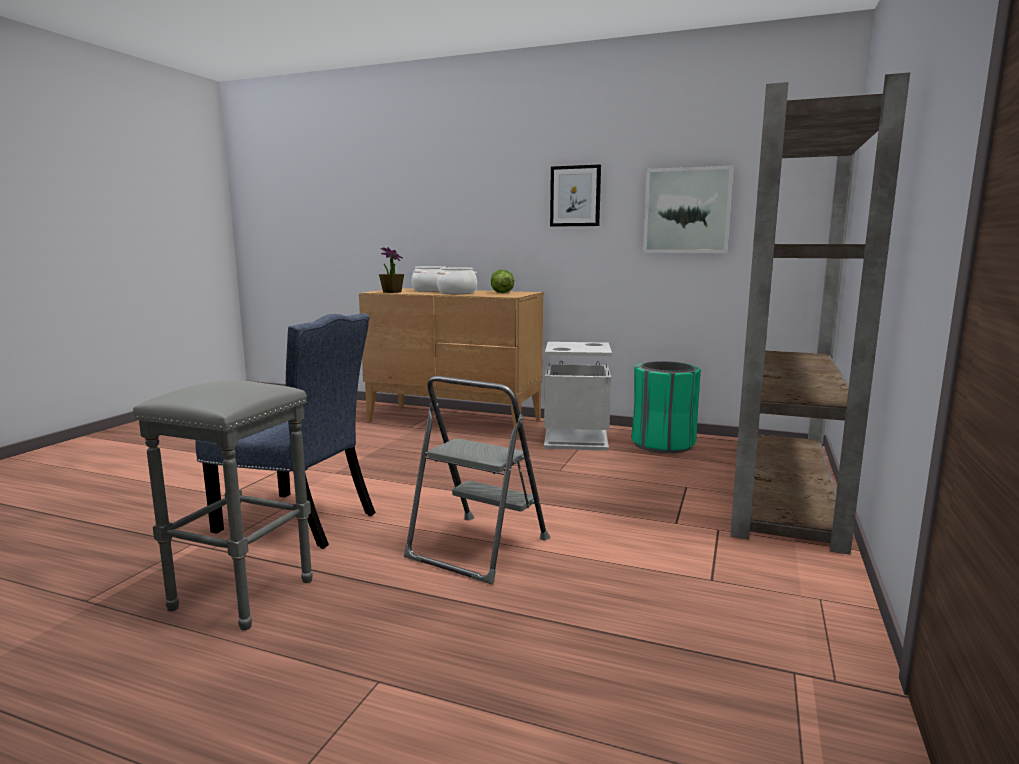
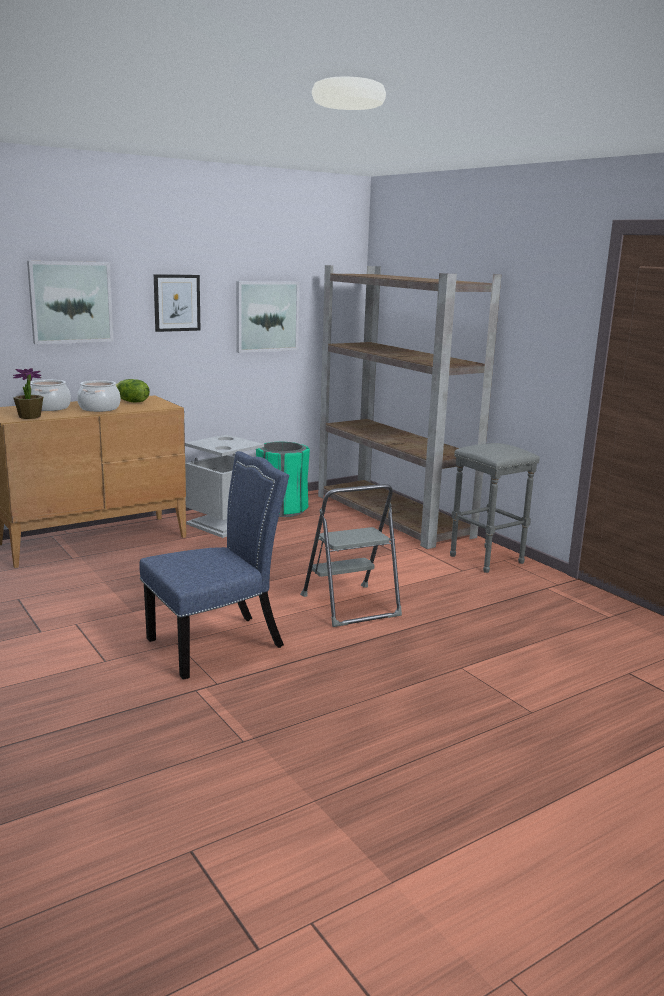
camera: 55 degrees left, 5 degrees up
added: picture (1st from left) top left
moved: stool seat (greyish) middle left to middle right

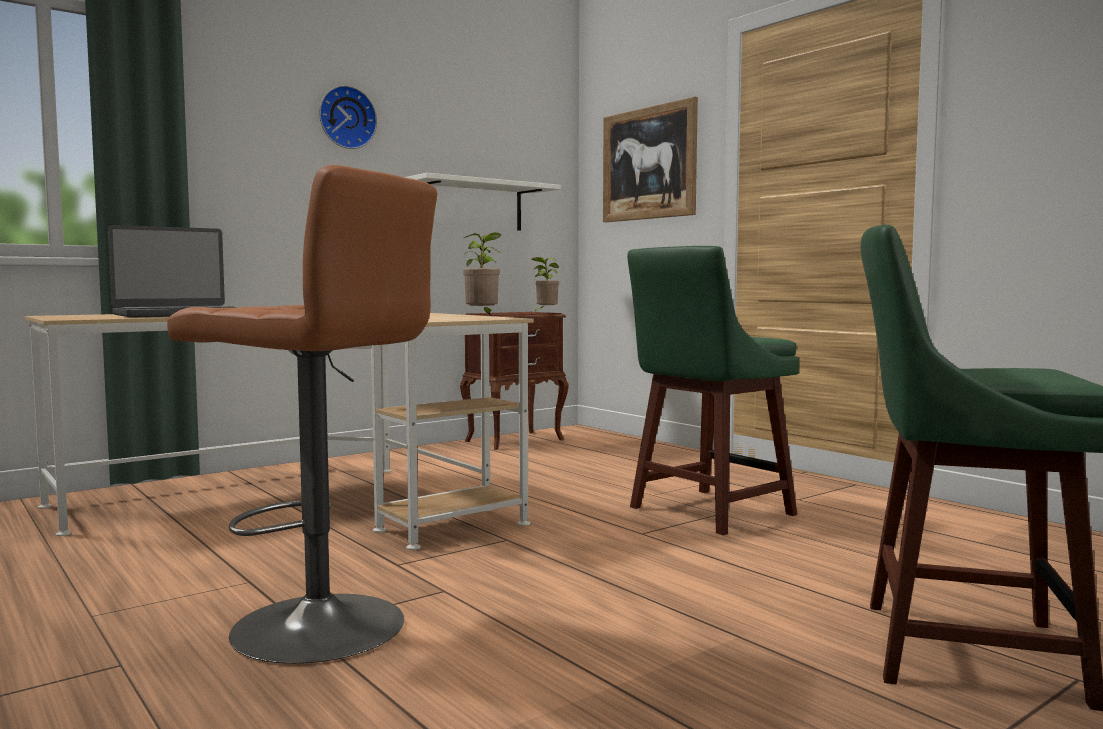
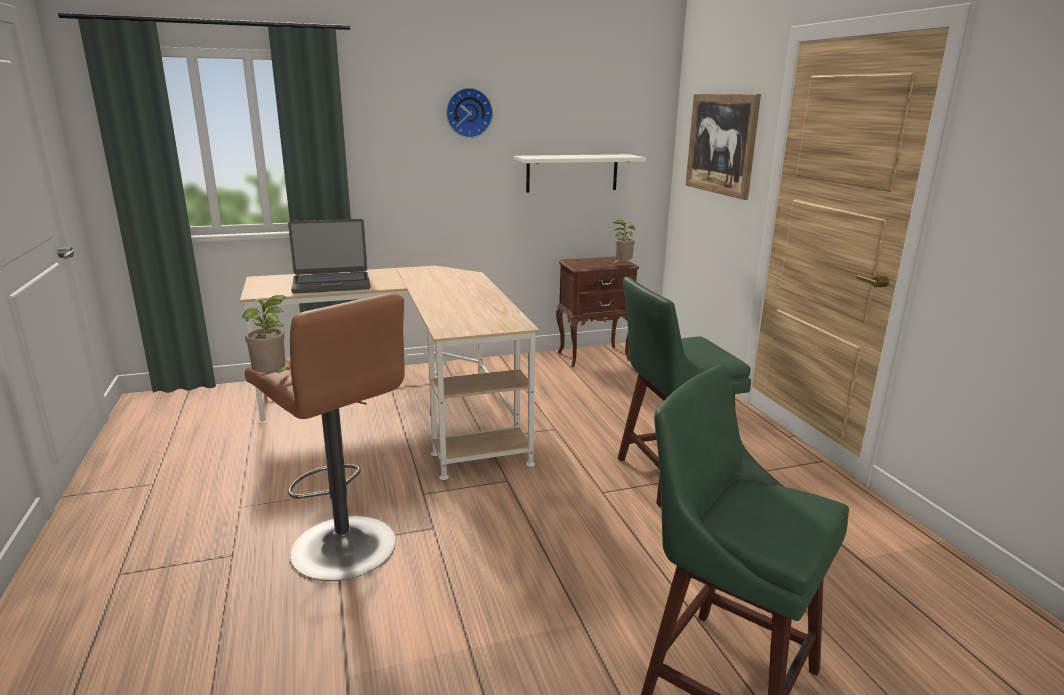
camera: 20 degrees right, 15 degrees up
moved: potted plant (1st from left) centre to middle left

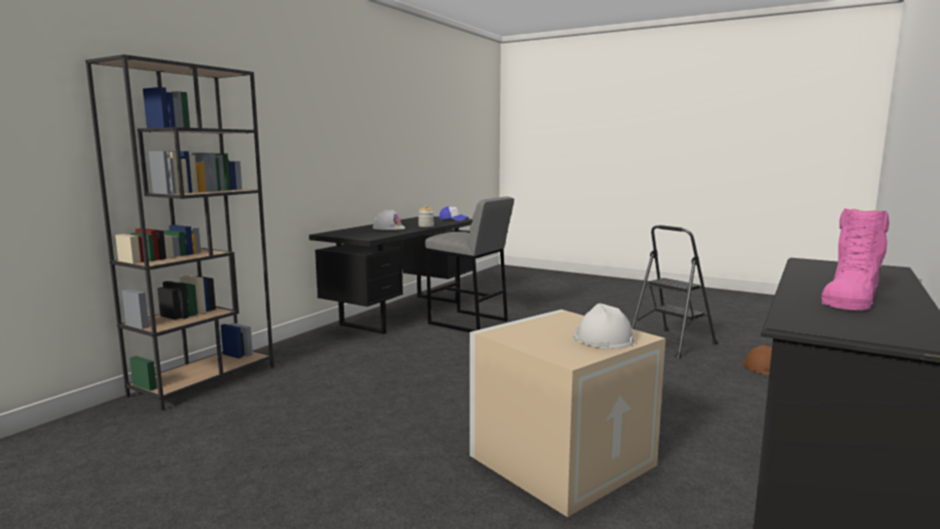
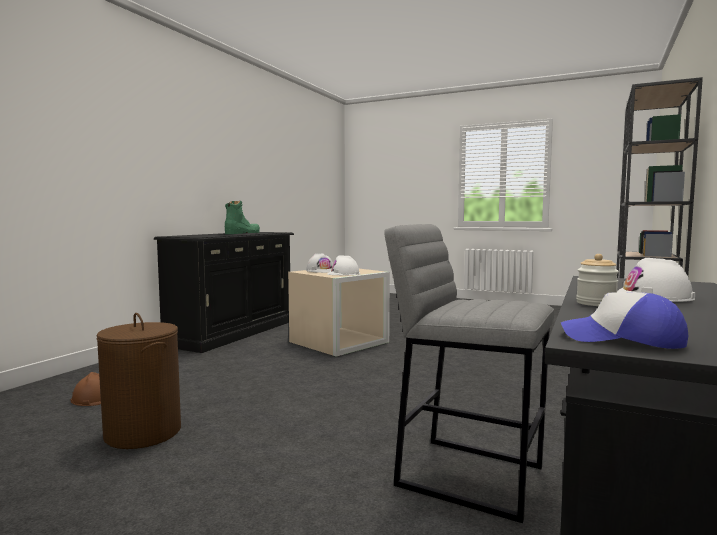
camera: 175 degrees right, 5 degrees down
added: safety helmet (white-coloured) (2nd from left) centre
replaced: step stool (black-coloured) middle right to laundry basket (brown) bottom left
recoloured: boot (pinkish) middle right to boot (green) centre

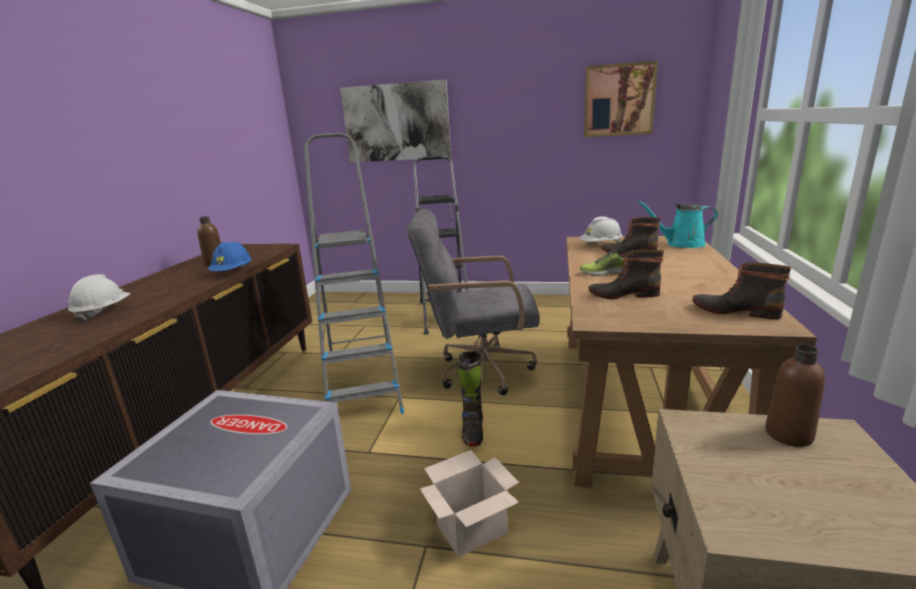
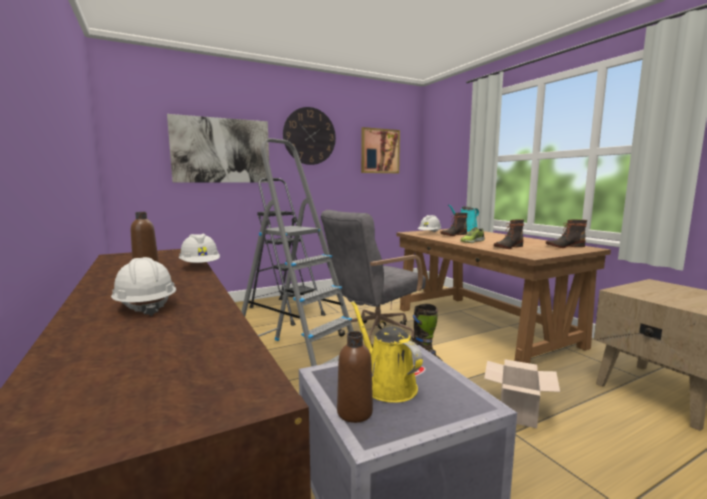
camera: 40 degrees left, 10 degrees down
added: hanging clock top centre; watering can (yellow-coloured) bottom centre
moved: beverage bottle (brown) (2nd from left) bottom right to bottom centre
recoloured: safety helmet (blue) middle left to safety helmet (white-coloured) (2nd from left) middle left

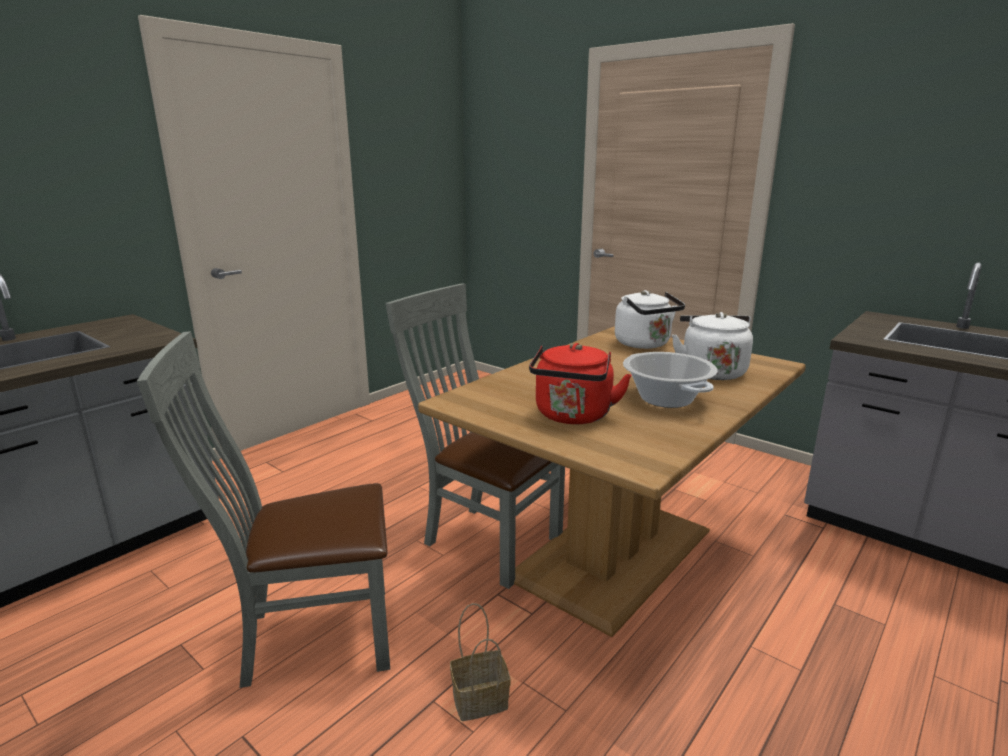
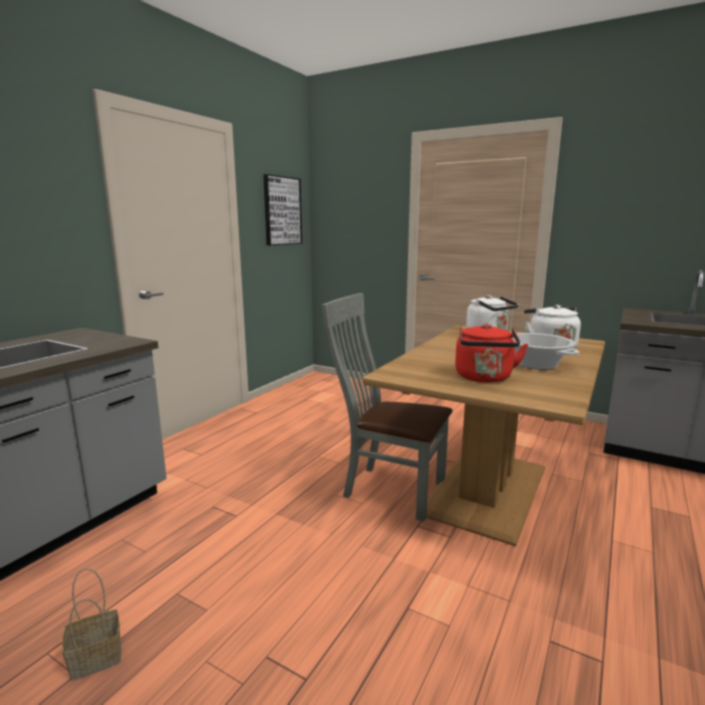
camera: 10 degrees left, 5 degrees down
removed: chair (greyish) (1st from left) bottom left
added: picture top centre
moved: basket bottom centre to bottom left

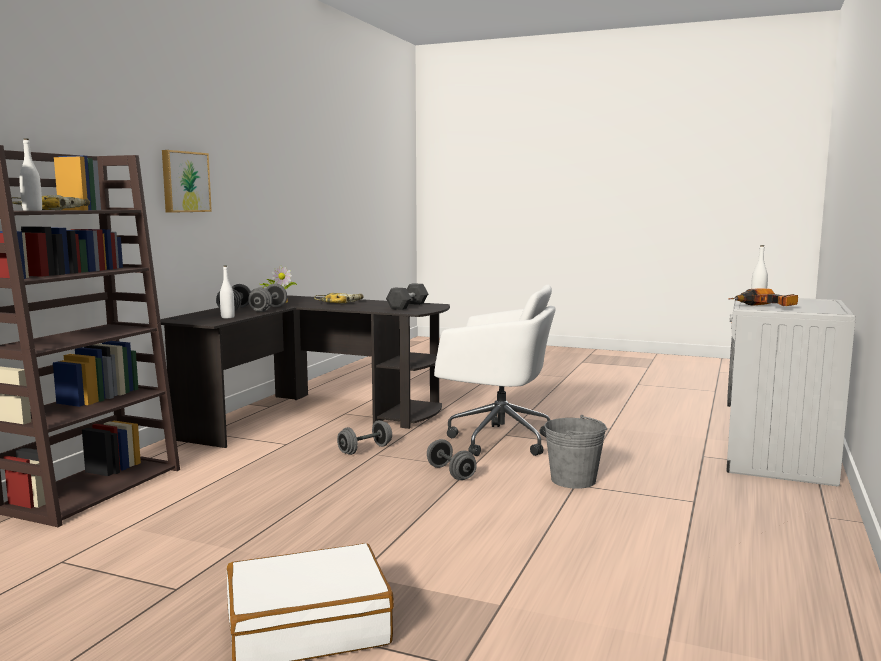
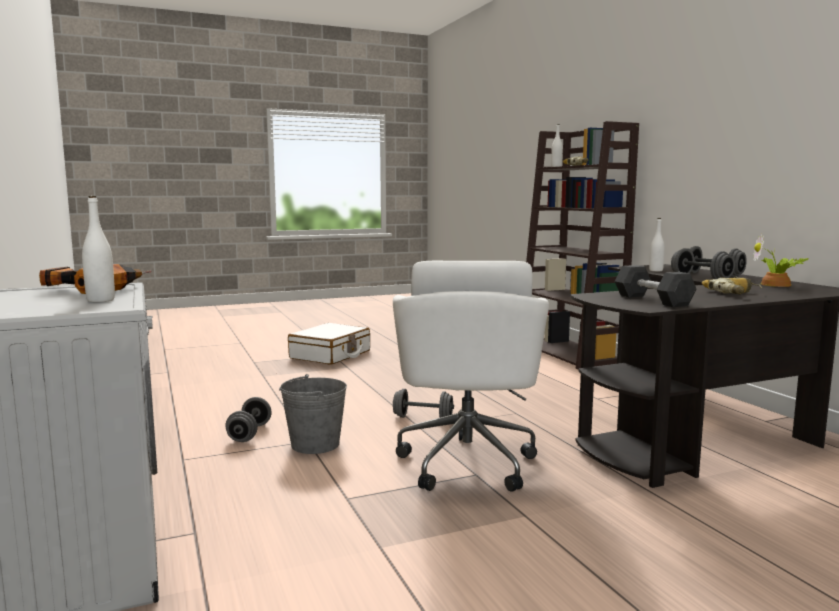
camera: 135 degrees right, 0 degrees up
removed: picture top left
moved: free weight (greyish) (3rd from left in the first image) centre to free weight (greyish) (1st from left) bottom left
turned: desk chair (white-coloured) centre = centre 60 degrees counterclockwise

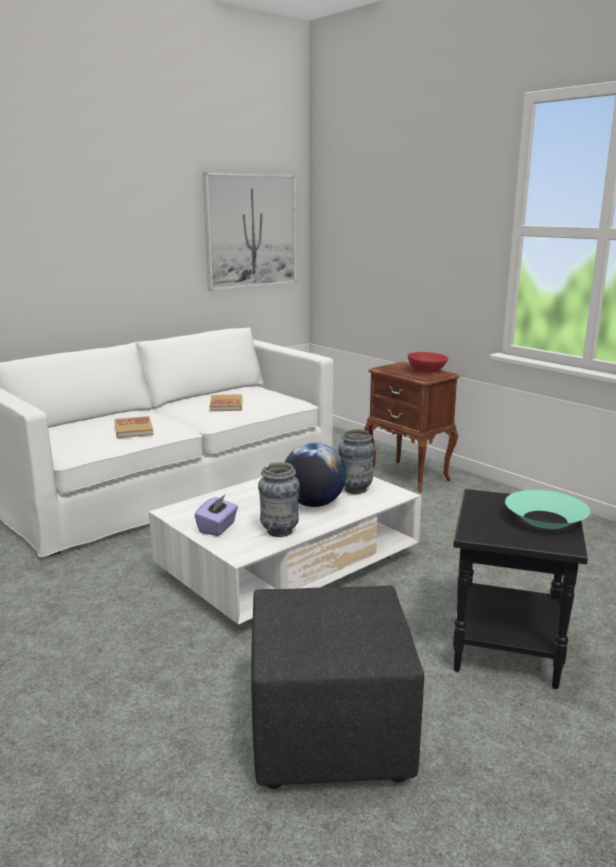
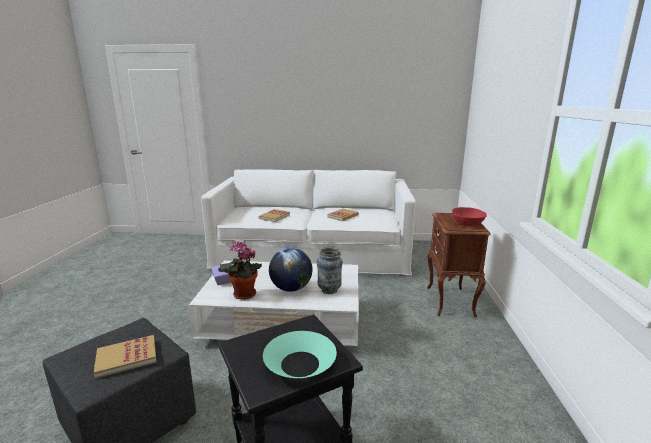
camera: 45 degrees right, 0 degrees up
removed: picture top centre
added: volume (1st from left) bottom left
replaced: decorative vase (1st from left) centre to potted plant centre

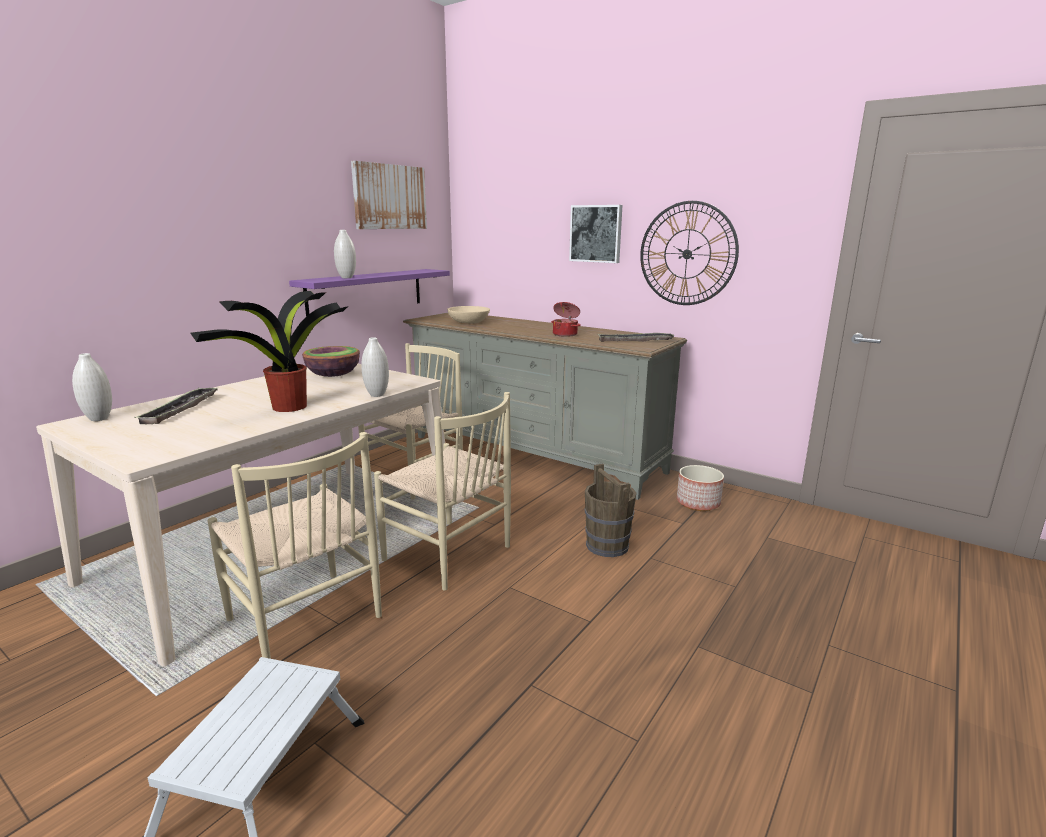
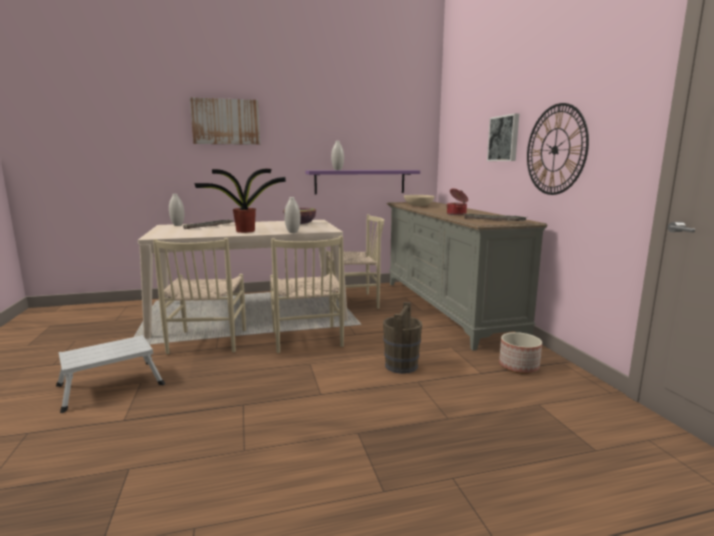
camera: 40 degrees right, 5 degrees down
moved: picture (1st from left) top centre to top left

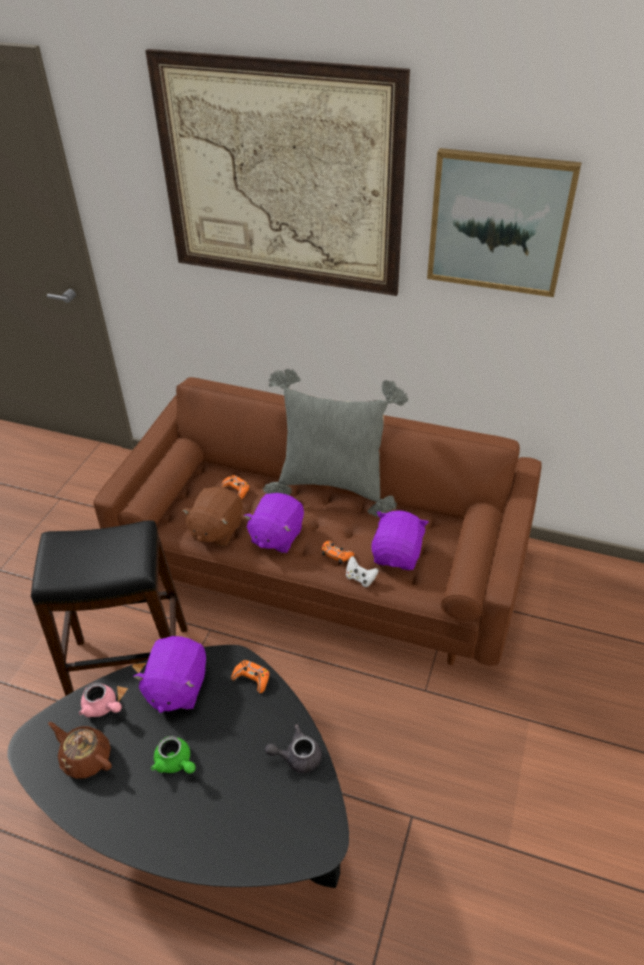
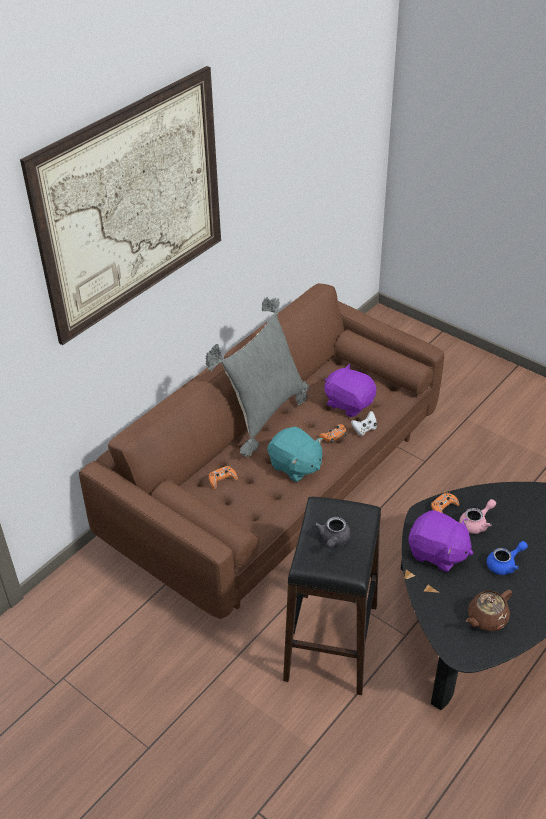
camera: 70 degrees left, 0 degrees up
removed: soft toy (brown) middle left; picture (2nd from left) top right
moved: pot for tea (greyish) bottom centre to centre; pot for tea (pinkish) bottom left to middle right
recoloured: soft toy (purple-coloured) (2nd from left) centre to soft toy (turquoise) centre; pot for tea (green) bottom left to pot for tea (blue) bottom right

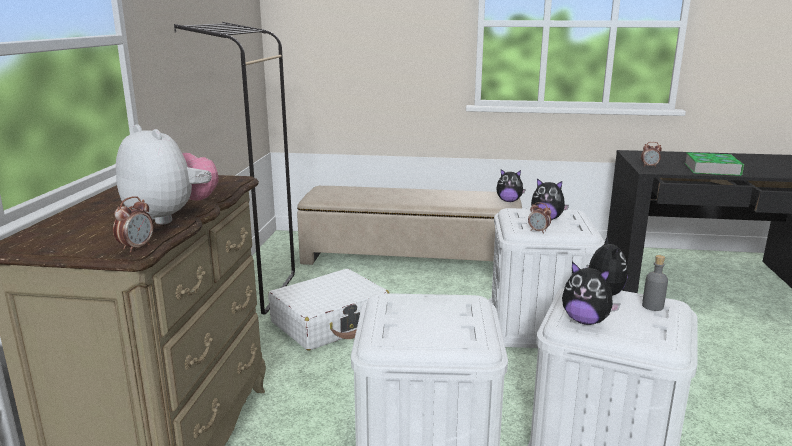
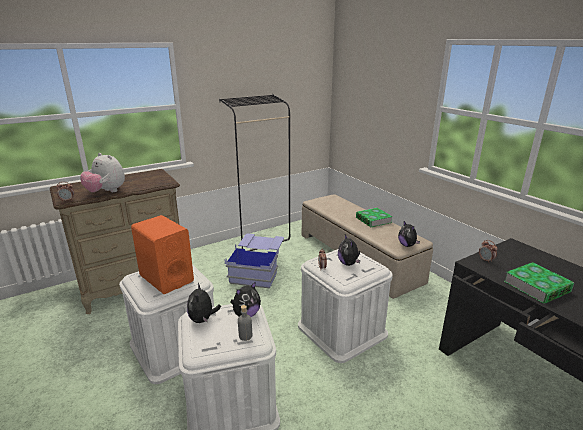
camera: 50 degrees right, 5 degrees up
added: speaker (orange-coloured) middle left; volume (1st from left) centre
replaced: piece of luggage (white-coloured) bottom centre to storage bin (blue) centre
turned: soft toy (1st from left) middle left = middle left 120 degrees clockwise

